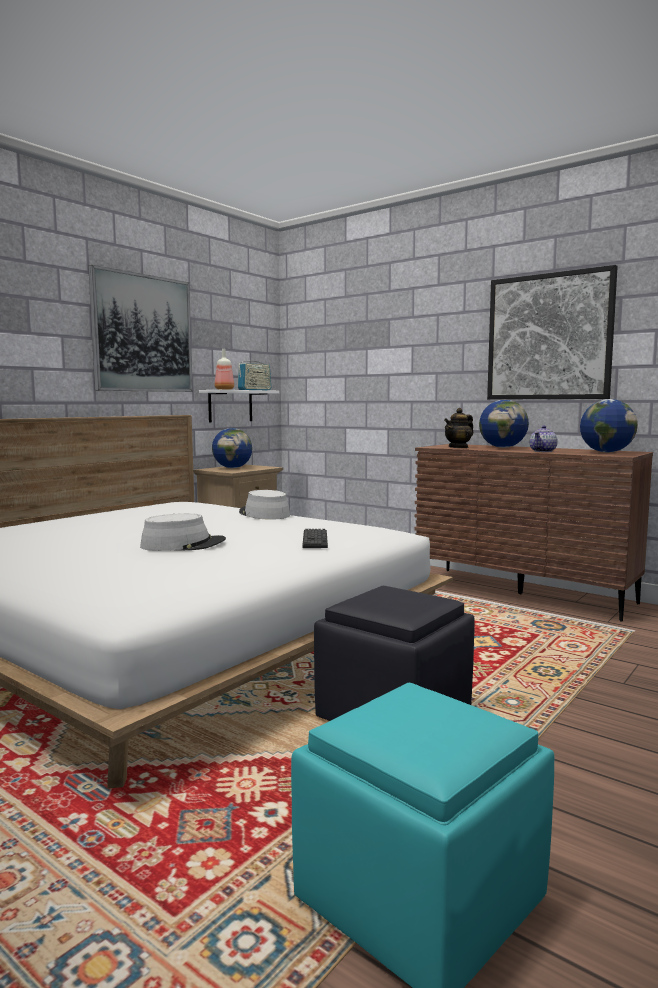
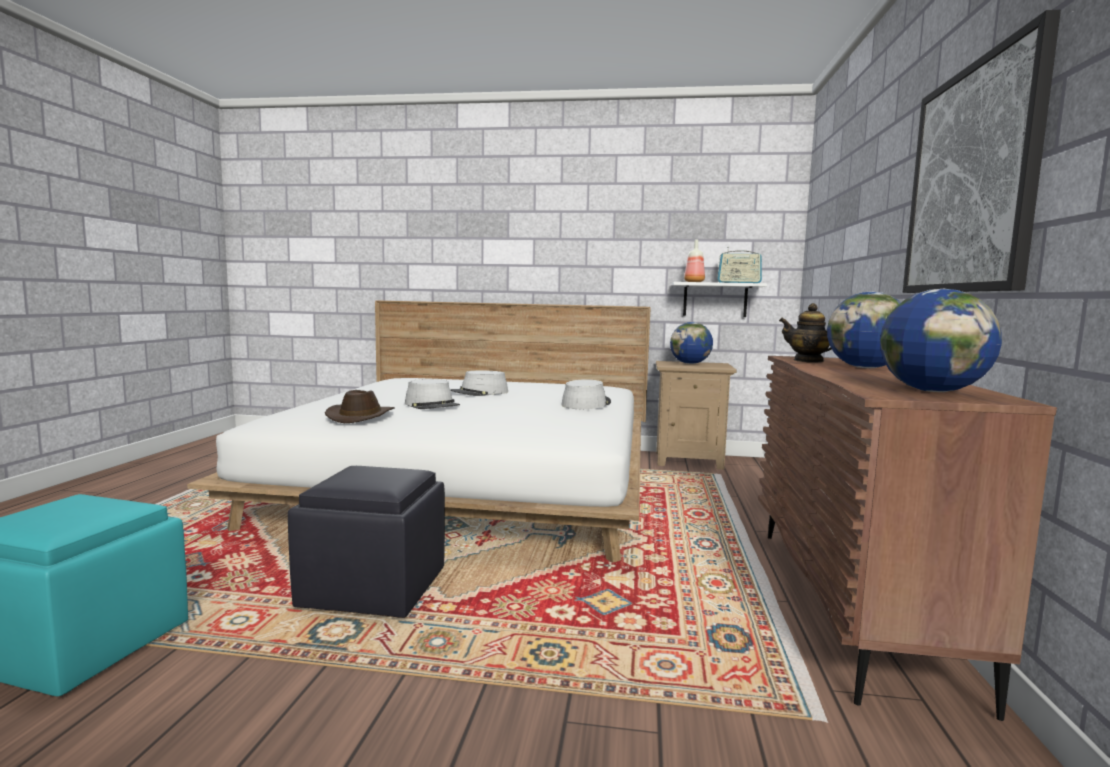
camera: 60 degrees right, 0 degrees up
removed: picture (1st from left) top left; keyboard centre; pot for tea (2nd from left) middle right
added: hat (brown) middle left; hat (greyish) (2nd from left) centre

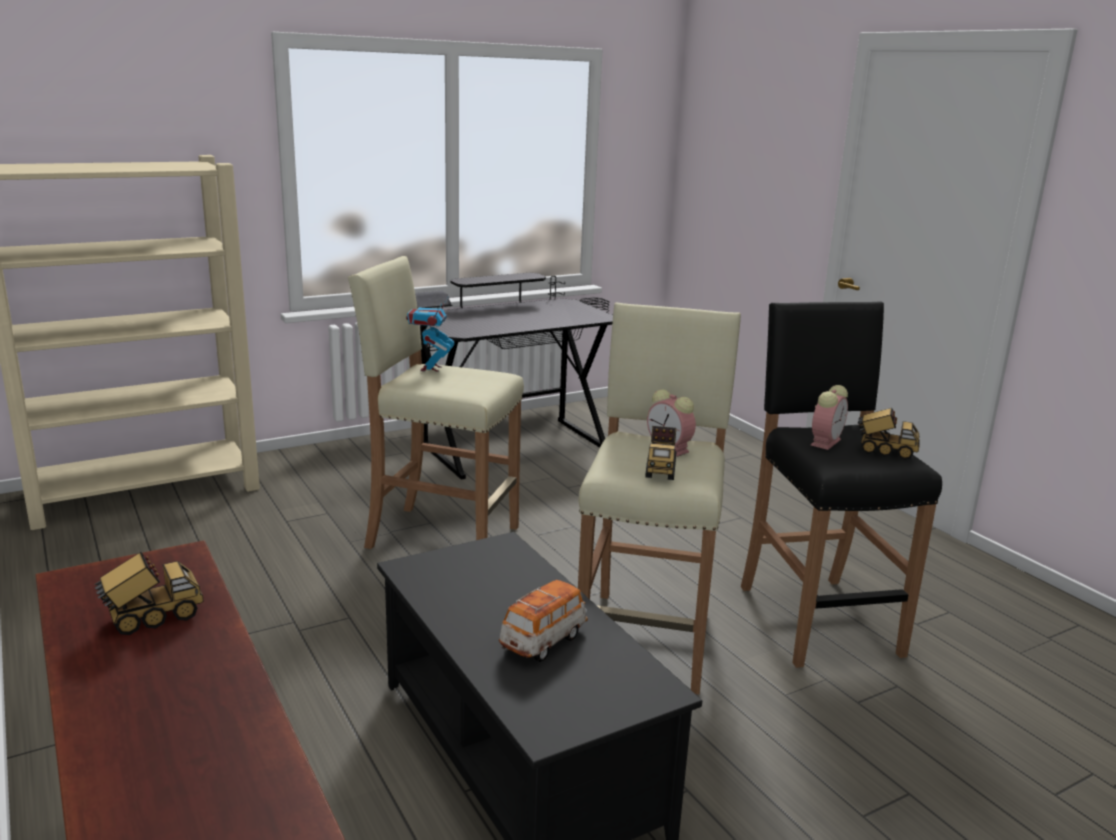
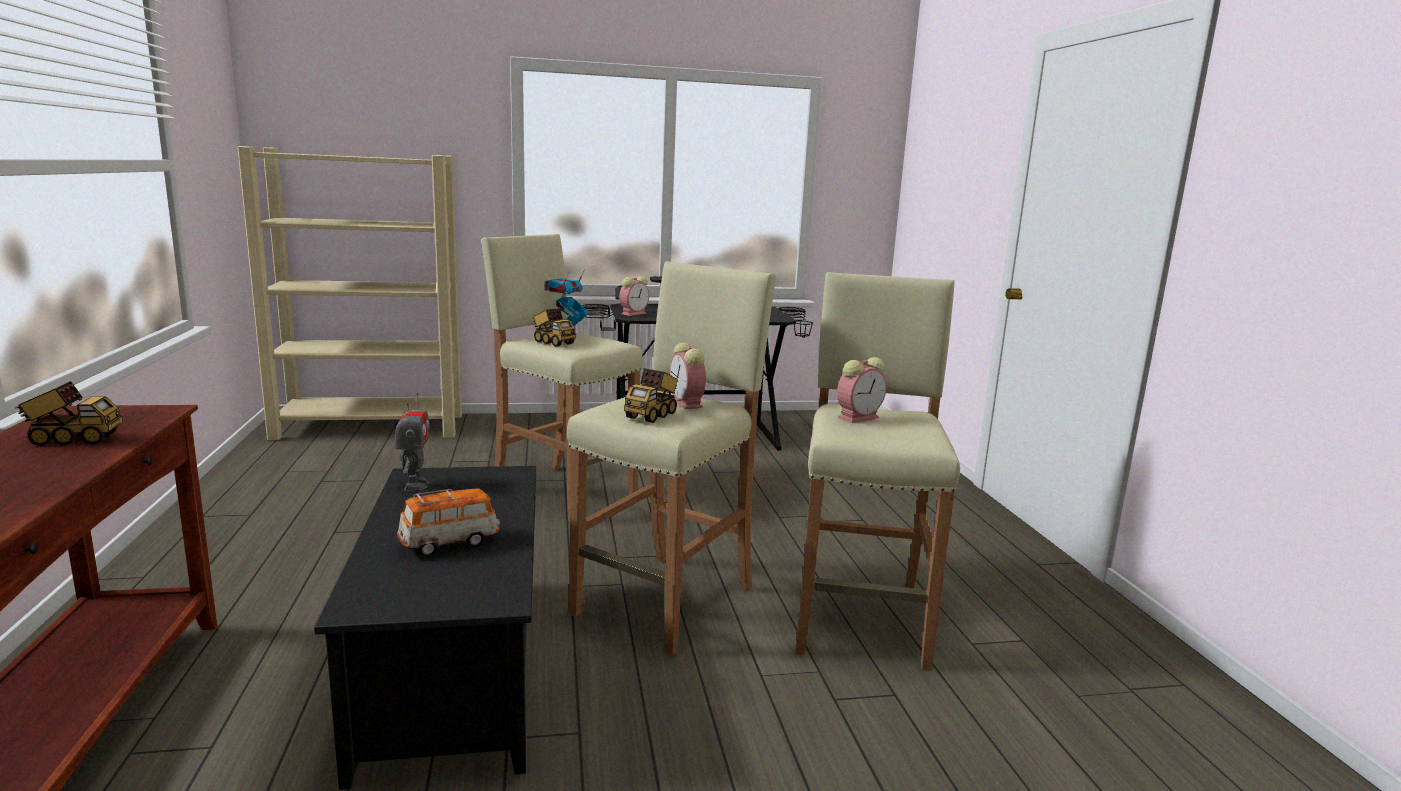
camera: 20 degrees right, 5 degrees down
added: model robot (1st from left) middle left; table clock (1st from left) centre
moved: toy lorry (3rd from left in the first image) middle right to toy lorry (2nd from left) centre
recoloured: stool seat (black-coloured) middle right to stool seat (beige-coloured) (3rd from left) centre

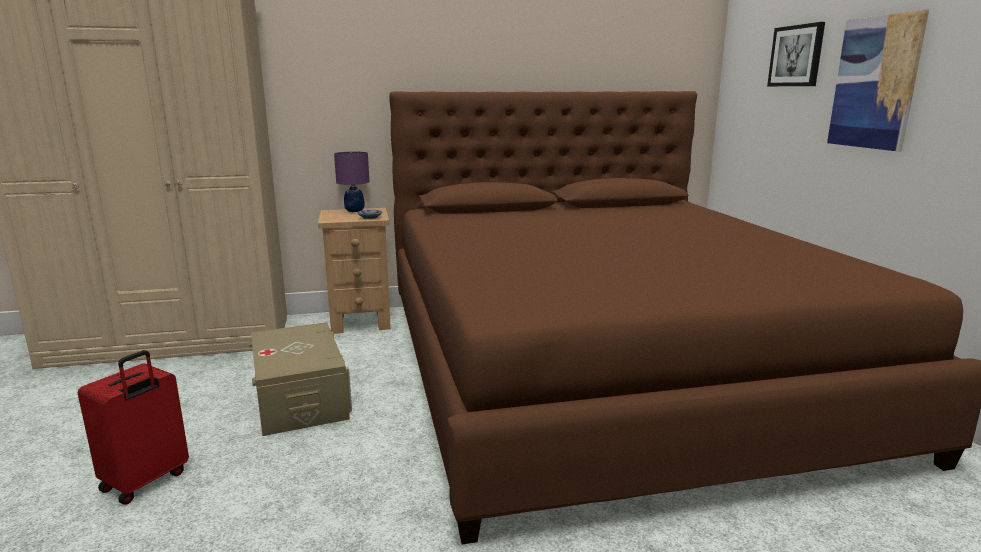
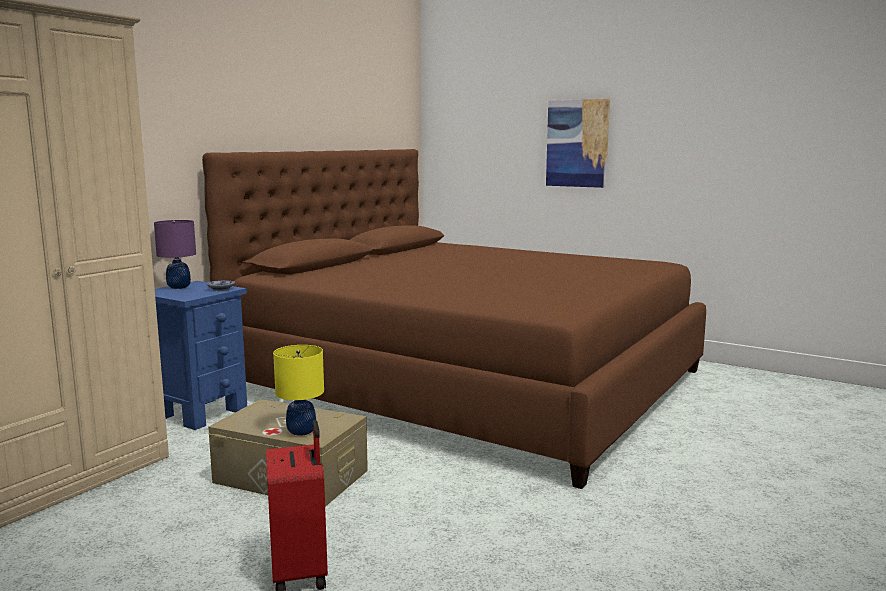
camera: 45 degrees left, 5 degrees down
removed: picture (1st from left) top right
added: tabletop lamp (yellow-coloured) centre
recoloured: night table (beige-coloured) centre to night table (blue) middle left

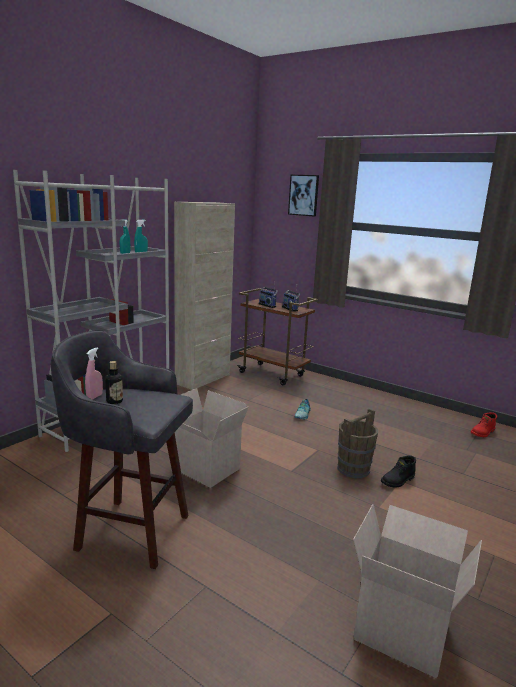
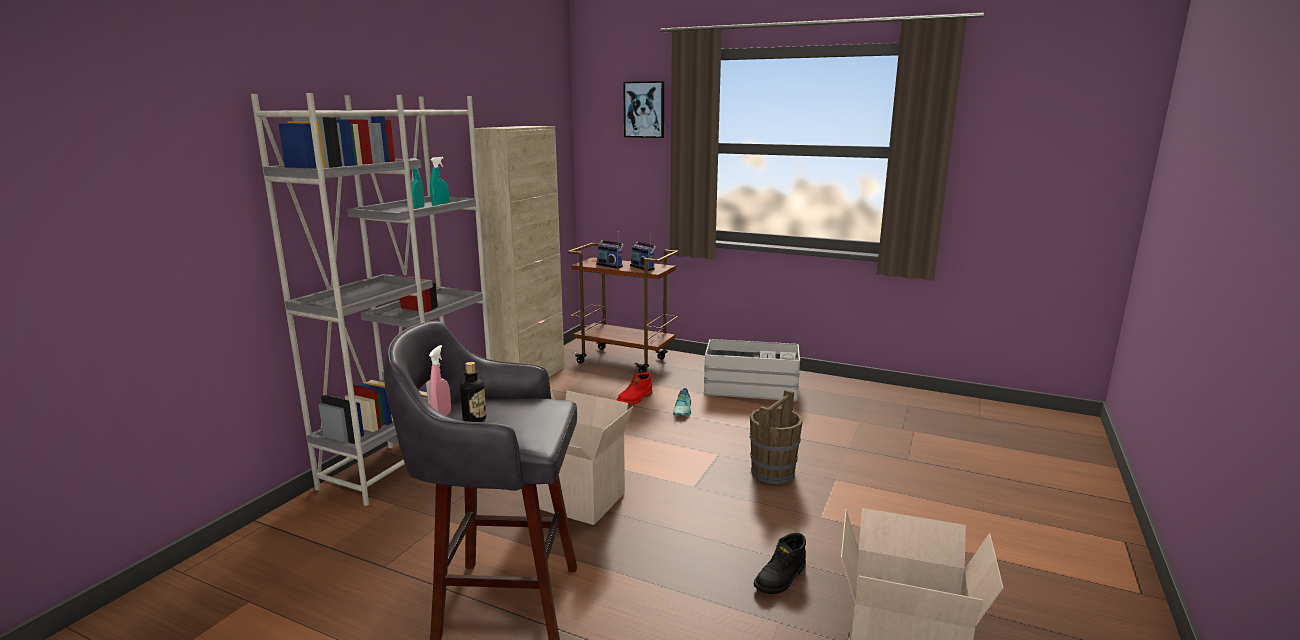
camera: 10 degrees left, 0 degrees up
added: storage bin (greyish) centre
moved: boot (red) middle right to centre; boot (black-coloured) bottom right to bottom centre

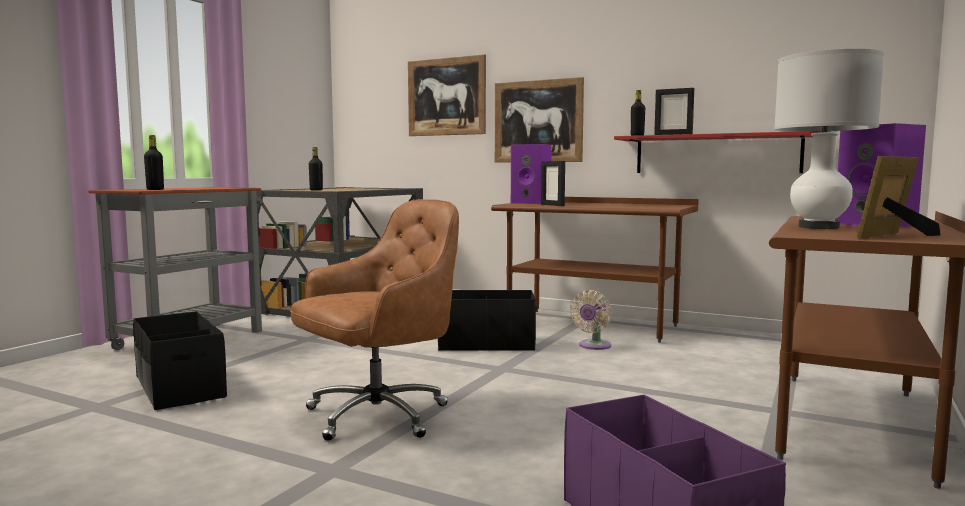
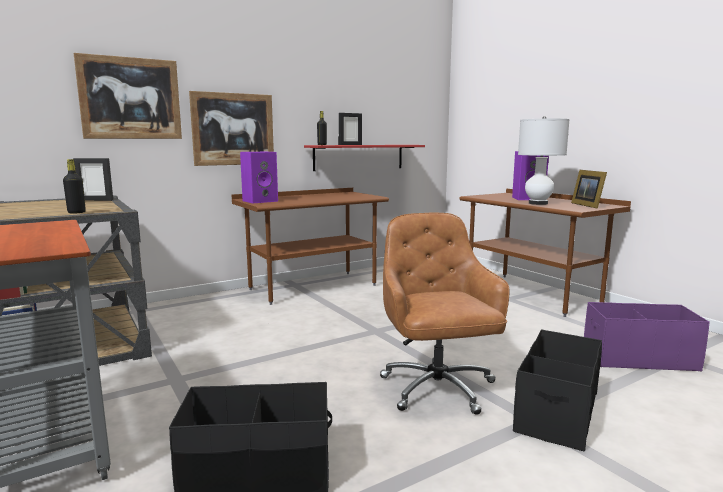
camera: 60 degrees left, 5 degrees up
removed: beverage bottle (black-coloured) (1st from left) top left; cooling fan (beige-coloured) centre
moved: picture frame (1st from left) centre to middle left; storage bin (black-coloured) (2nd from left) centre to bottom right

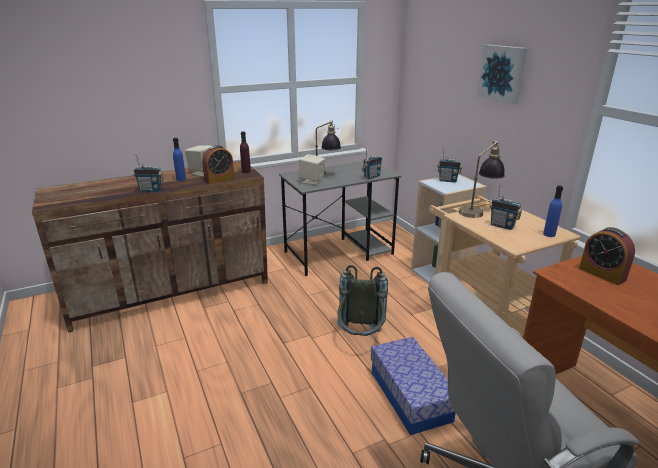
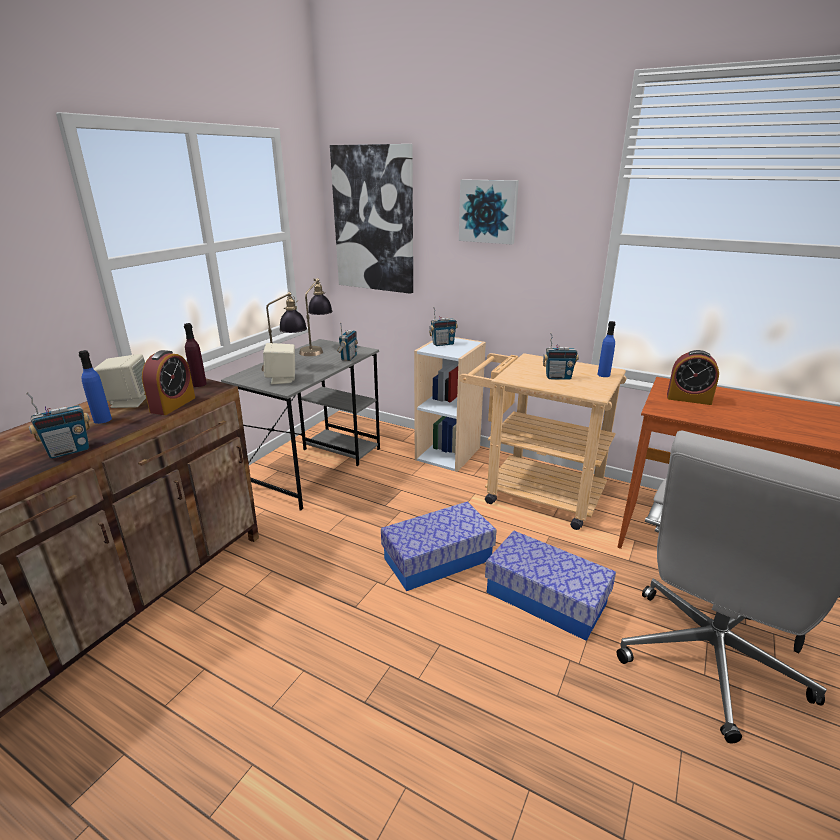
camera: 35 degrees left, 0 degrees up
added: picture (1st from left) top centre
moved: tabletop lamp (2nd from left) middle right to centre
replaced: knapsack (greyish) centre to storage bin (1st from left) centre

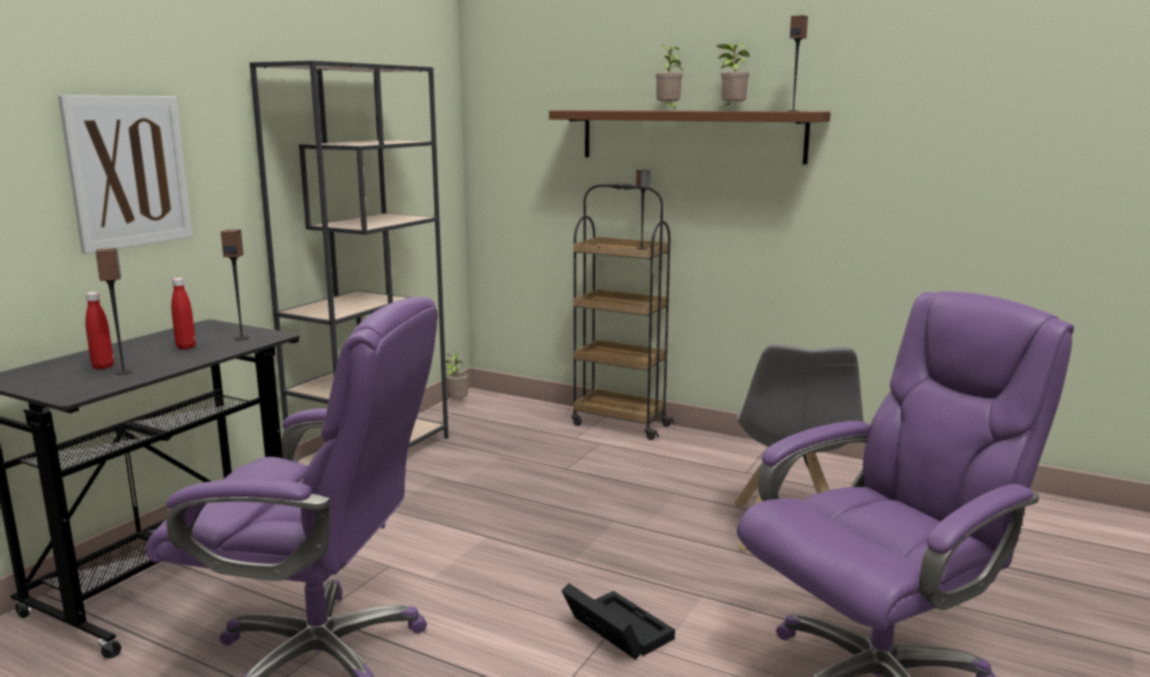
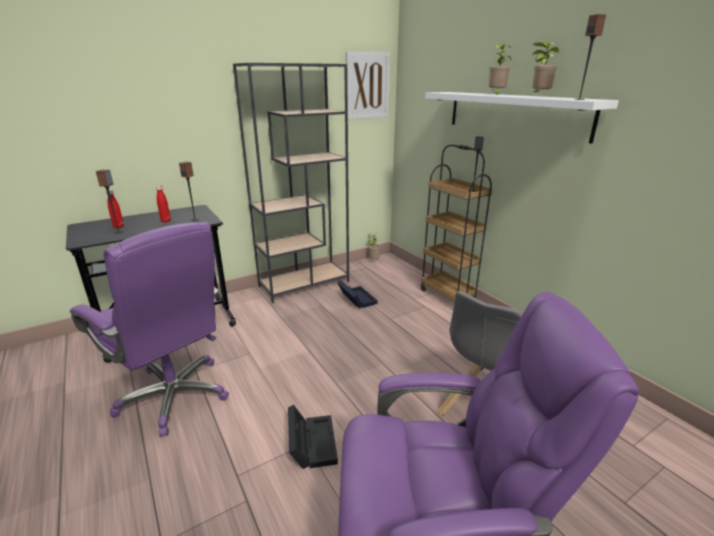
camera: 30 degrees right, 10 degrees up
added: storage bin (black-coloured) (2nd from left) centre
moved: picture top left to top centre
recoloured: shelf (brown) top centre to shelf (white-coloured) top right

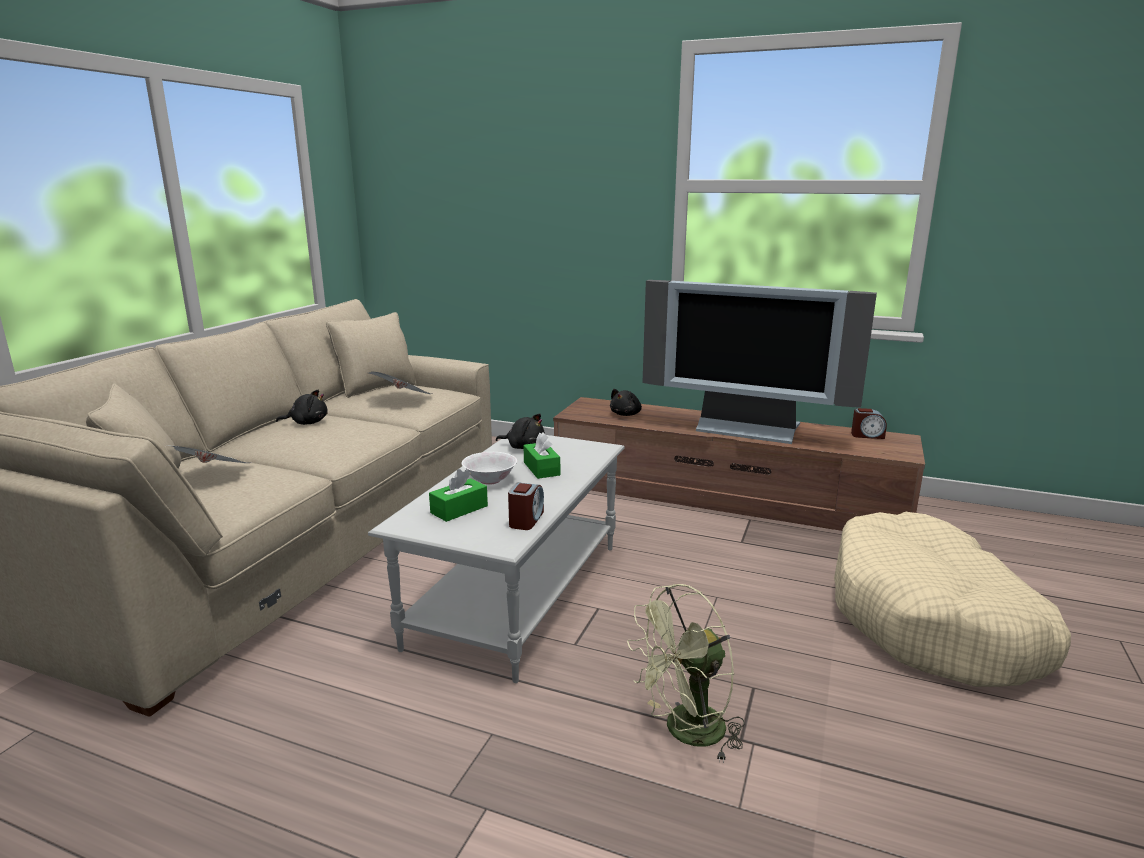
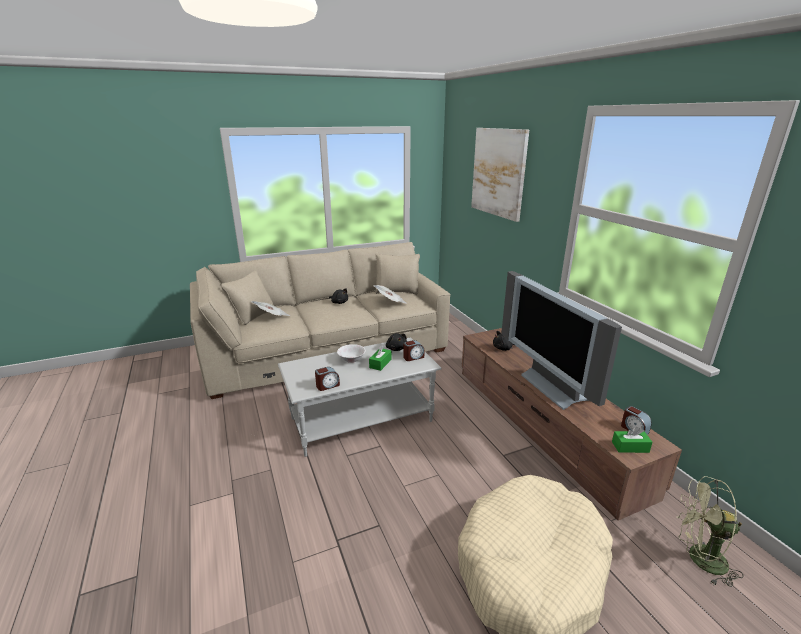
camera: 45 degrees right, 5 degrees up
added: table clock (2nd from left) centre; picture top centre
moved: tissue holder (green) (1st from left in the first image) centre to tissue holder (green) (2nd from left) bottom right; cooling fan (green) bottom centre to bottom right

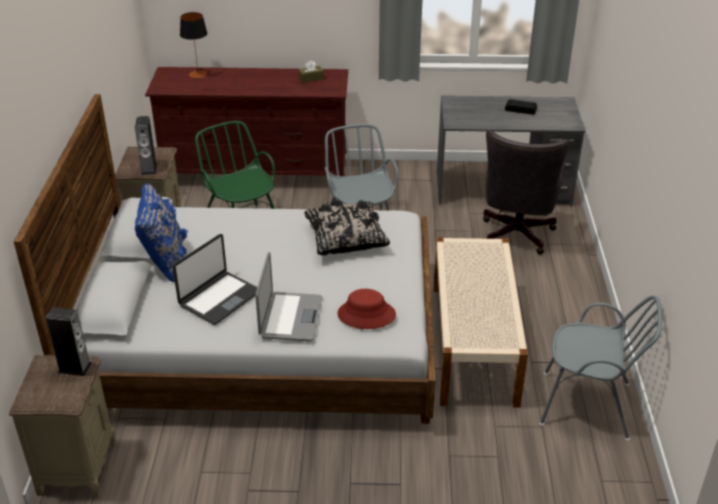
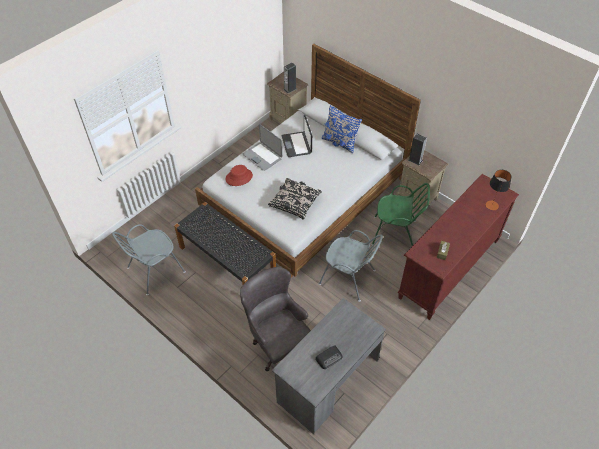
camera: 130 degrees right, 15 degrees up
recoloured: long seat (beige-coloured) middle right to long seat (black-coloured) centre

